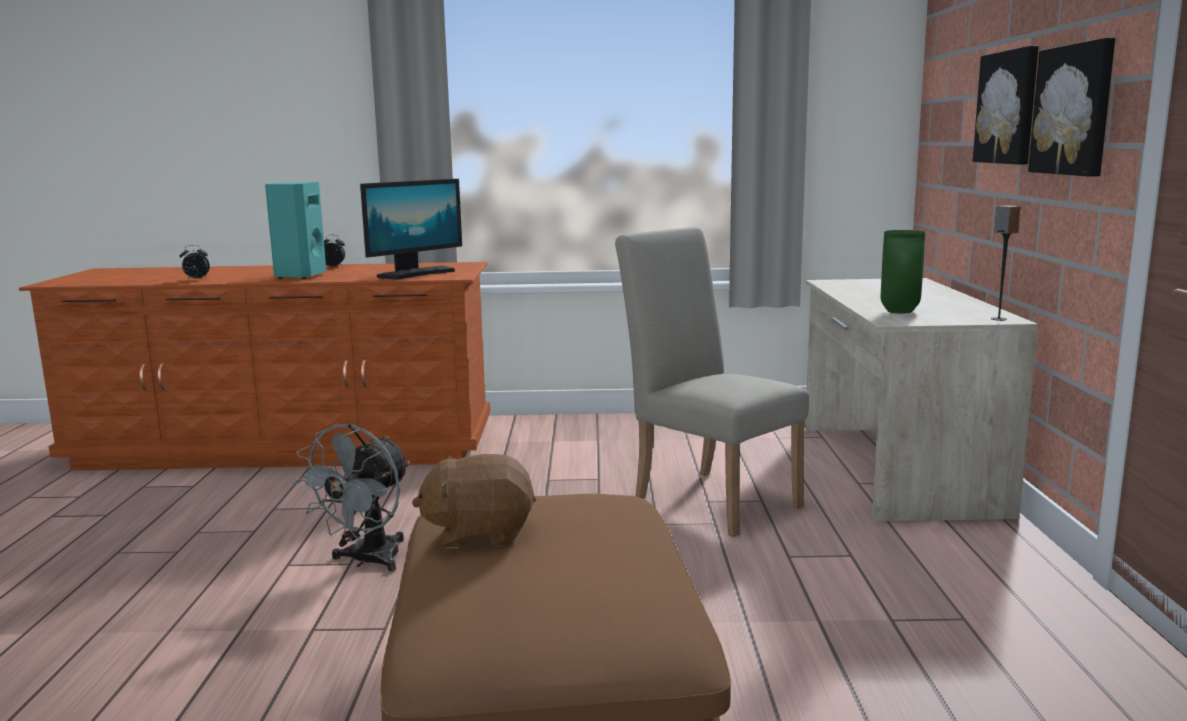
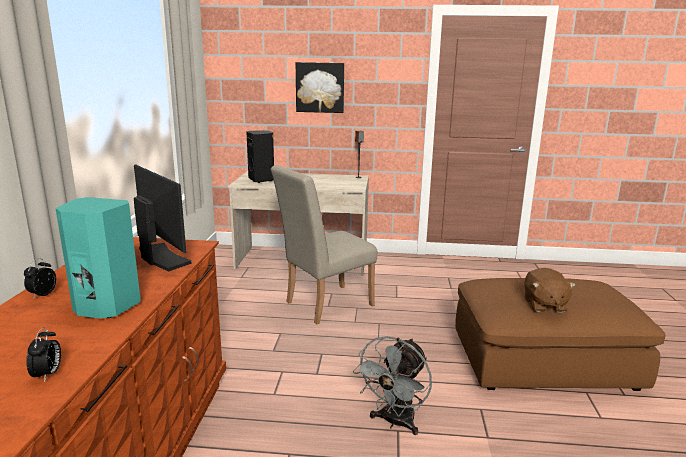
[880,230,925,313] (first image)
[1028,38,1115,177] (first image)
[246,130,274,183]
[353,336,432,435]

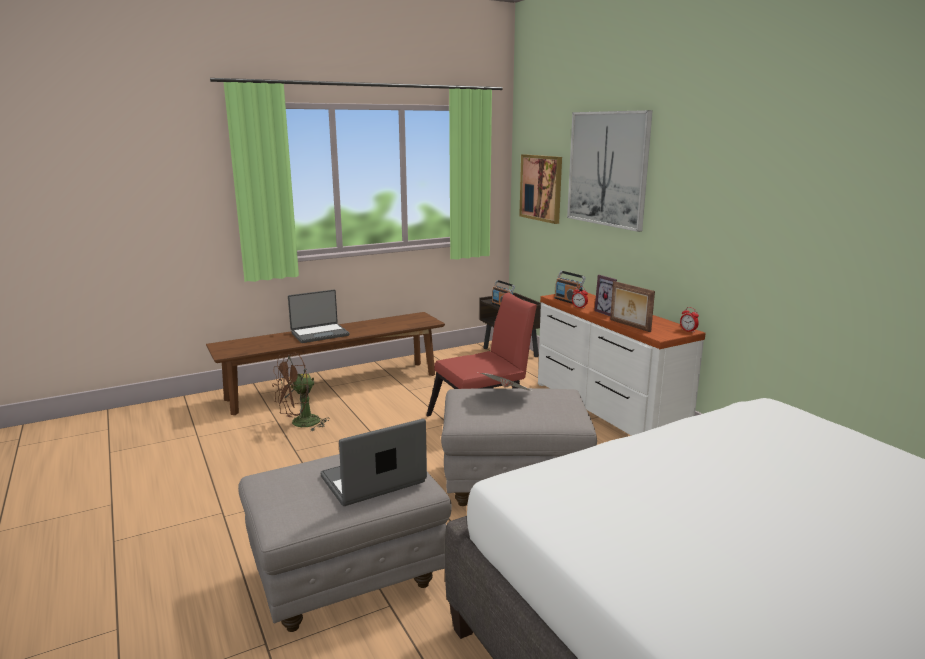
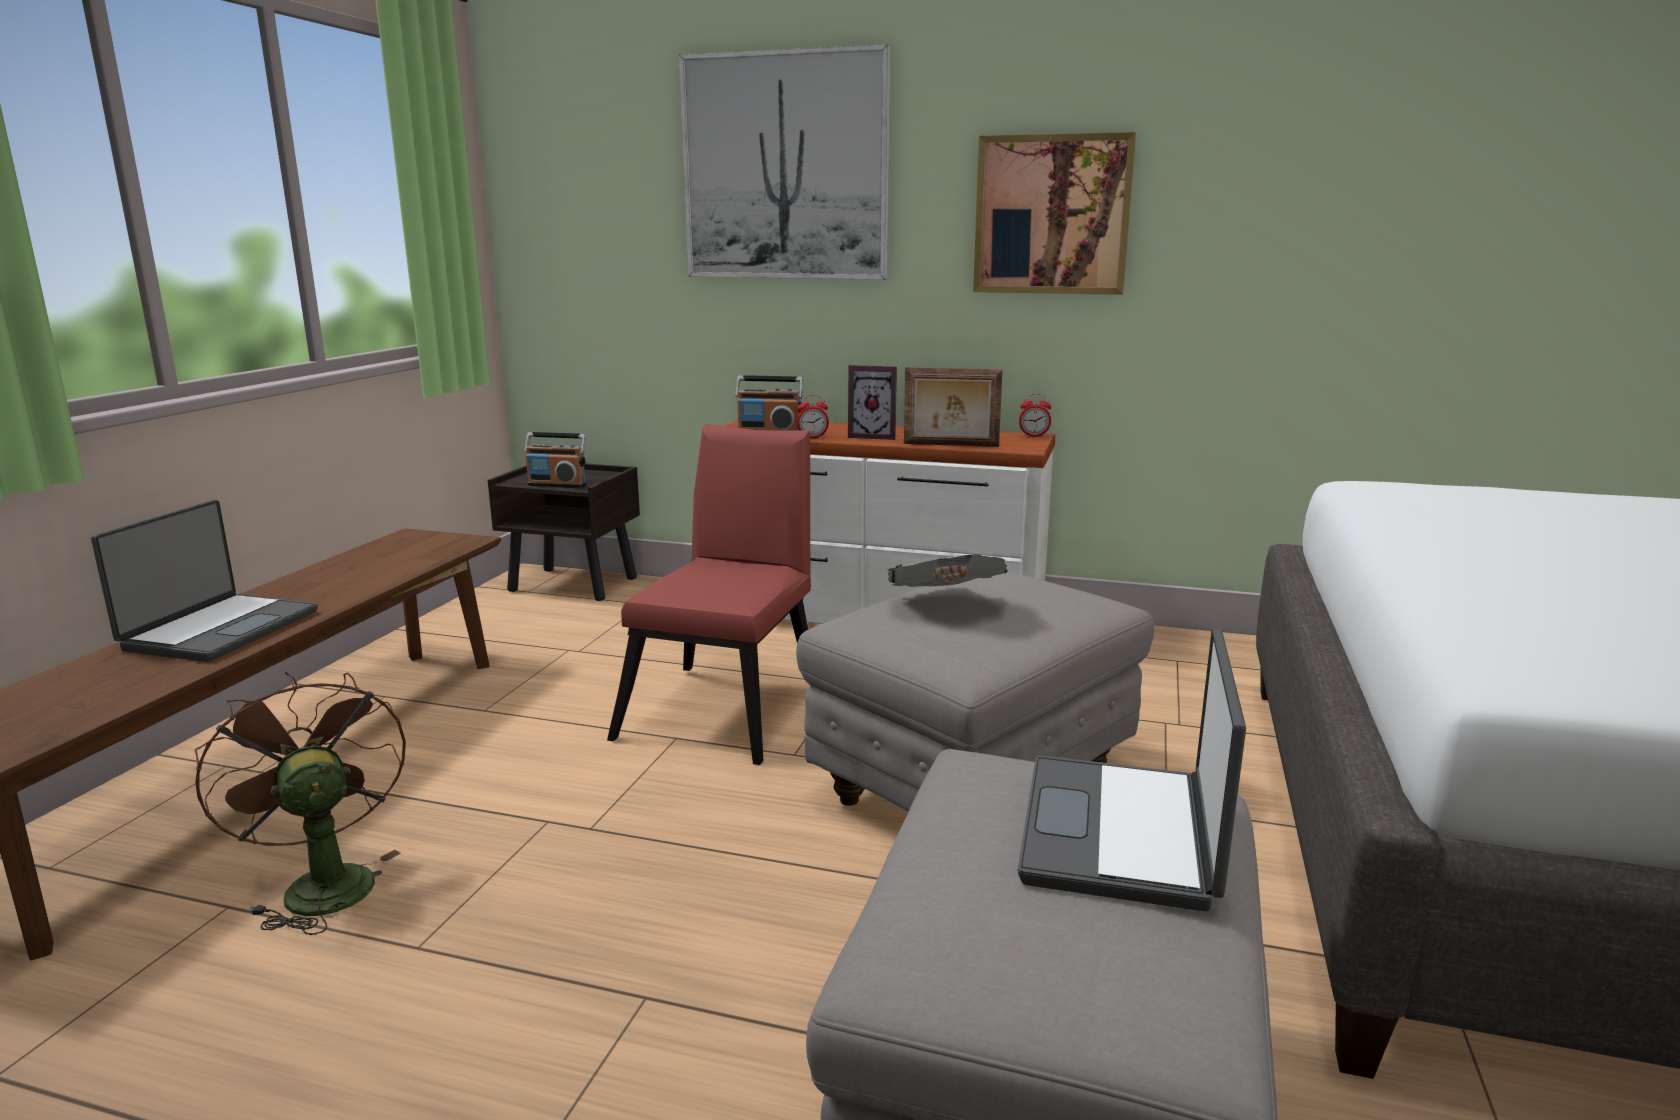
[973,132,1136,295]
[195,671,406,935]

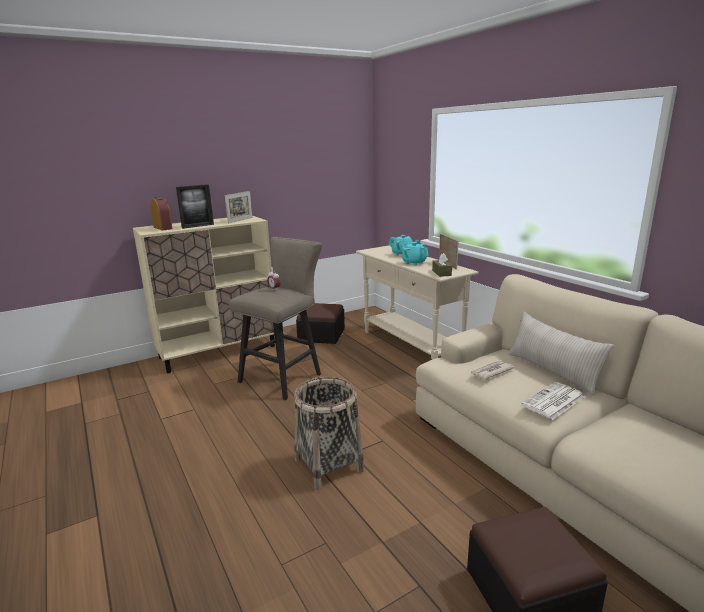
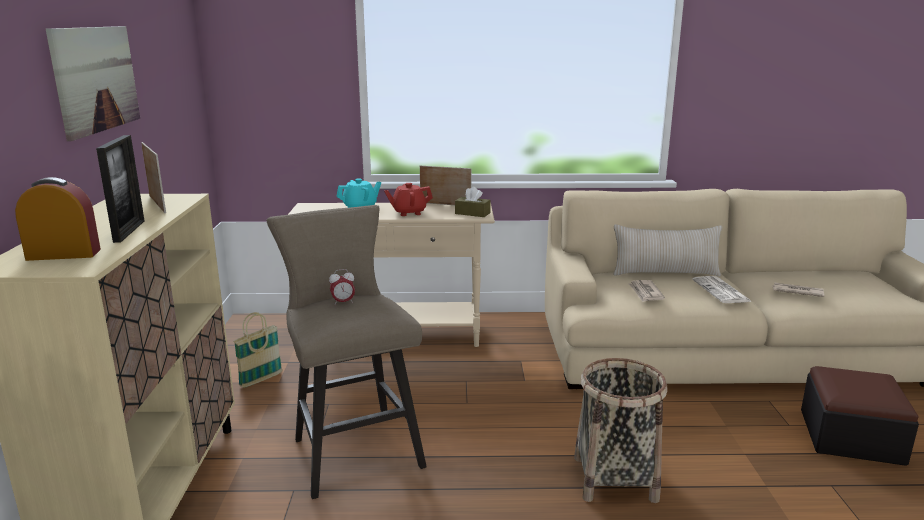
[46,26,140,141]
[772,283,825,297]
[233,312,282,388]
[384,183,433,216]

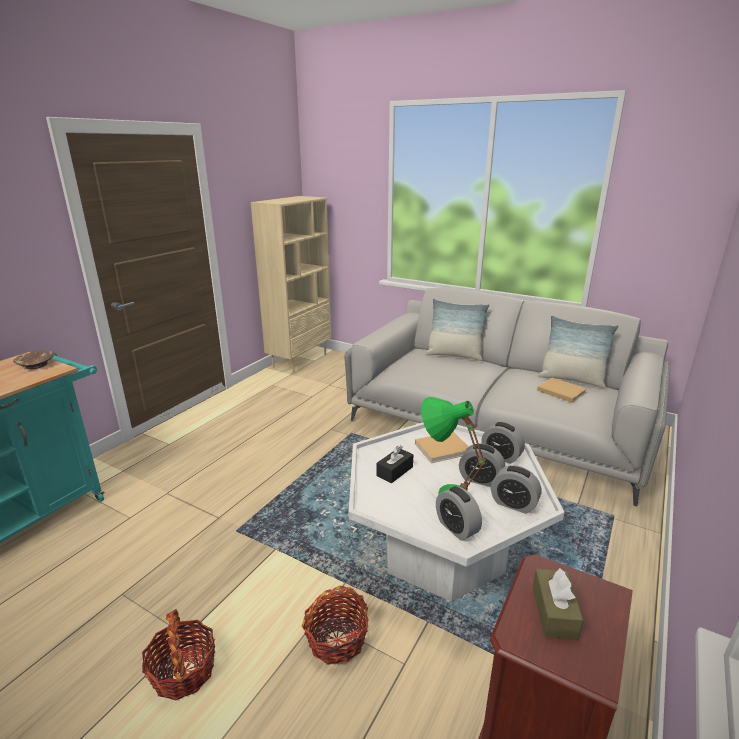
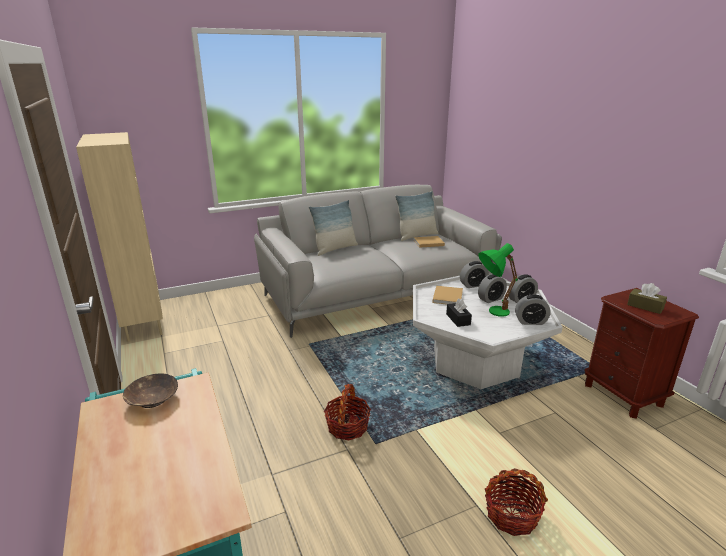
[324,384,371,440]

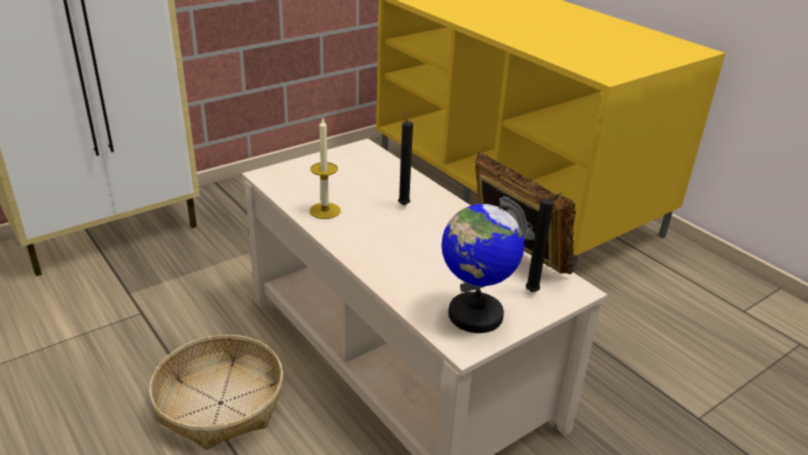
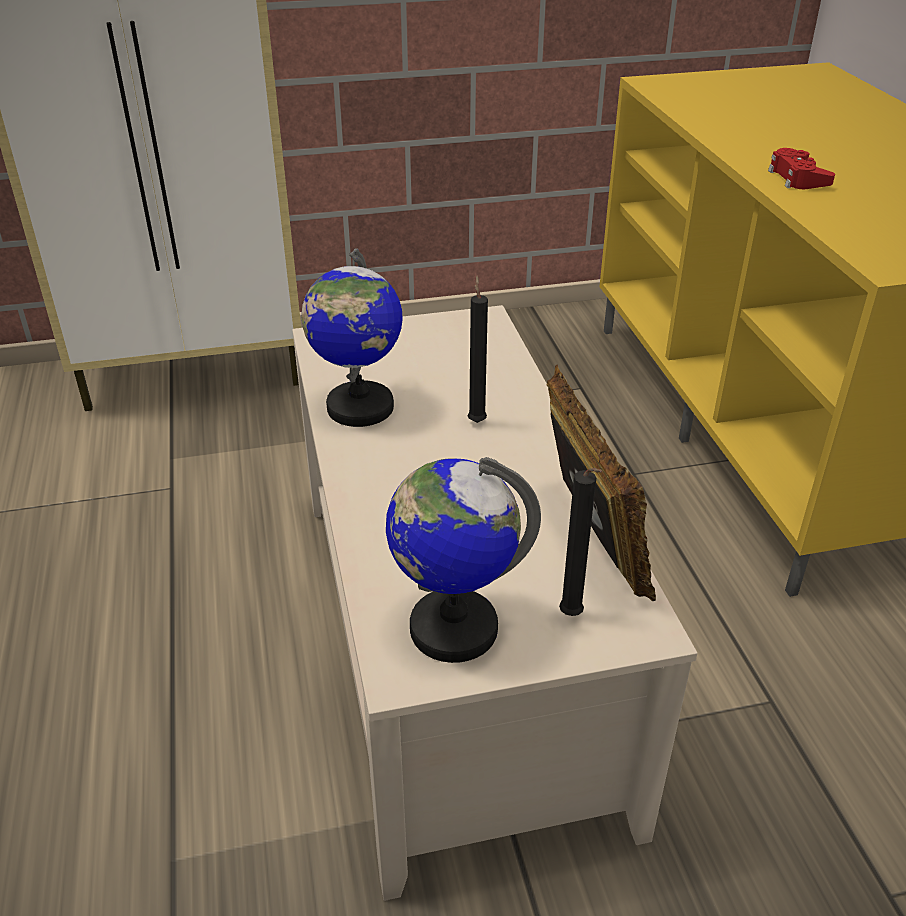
[149,335,283,450] (first image)
[768,148,835,189]
[301,249,403,427]

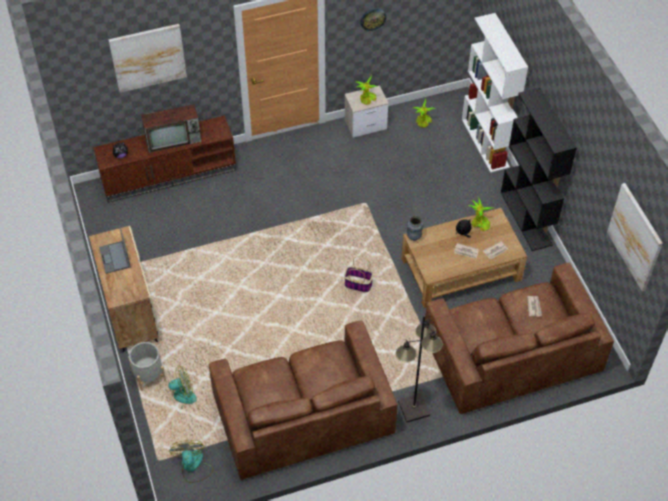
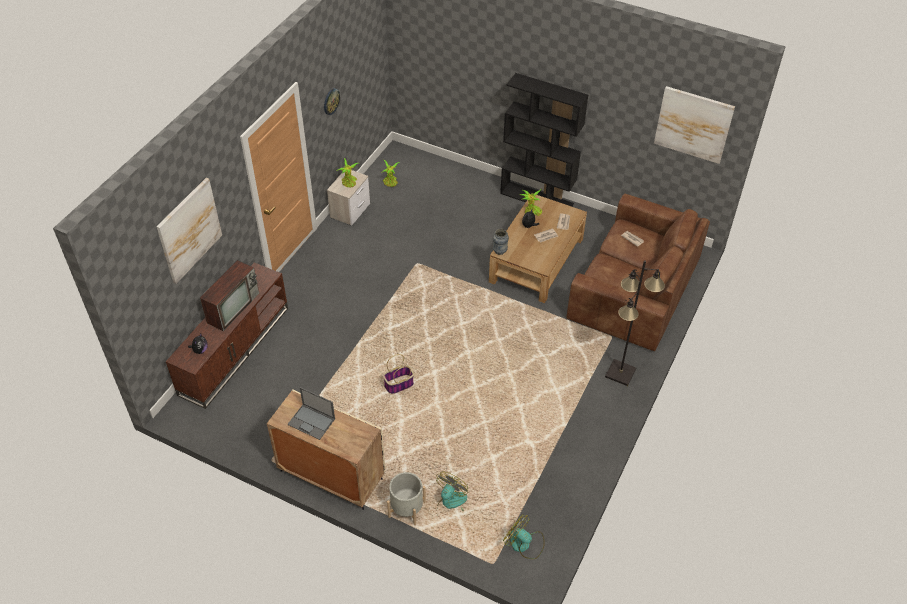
[209,320,398,480] (first image)
[462,13,528,173] (first image)
[383,354,414,394]

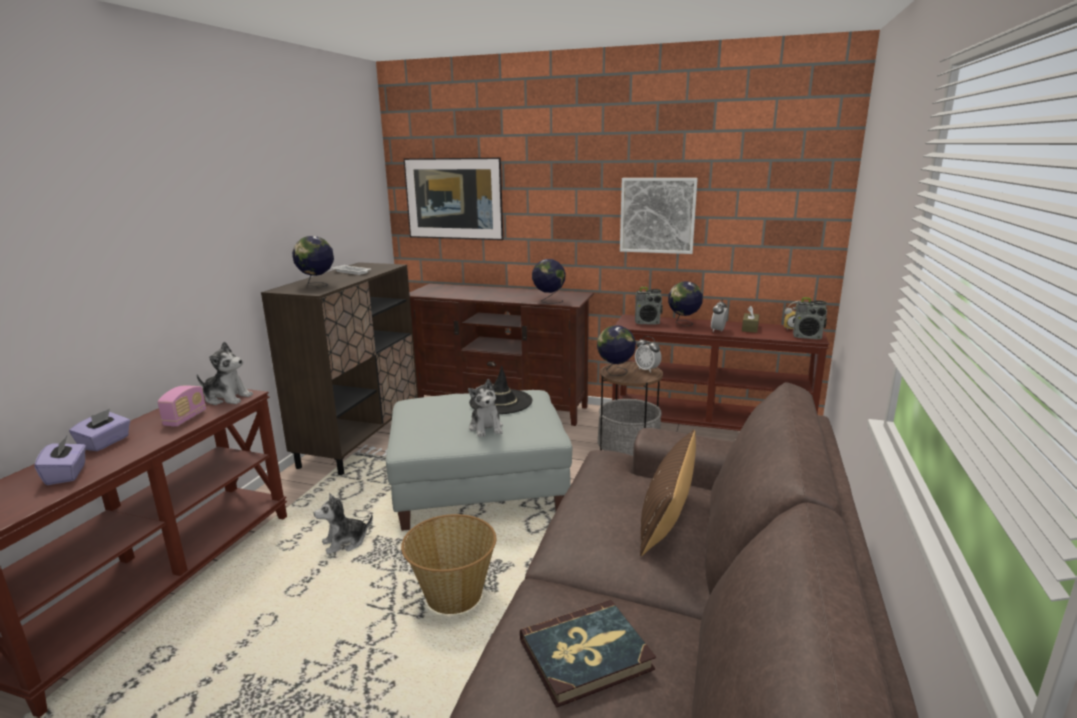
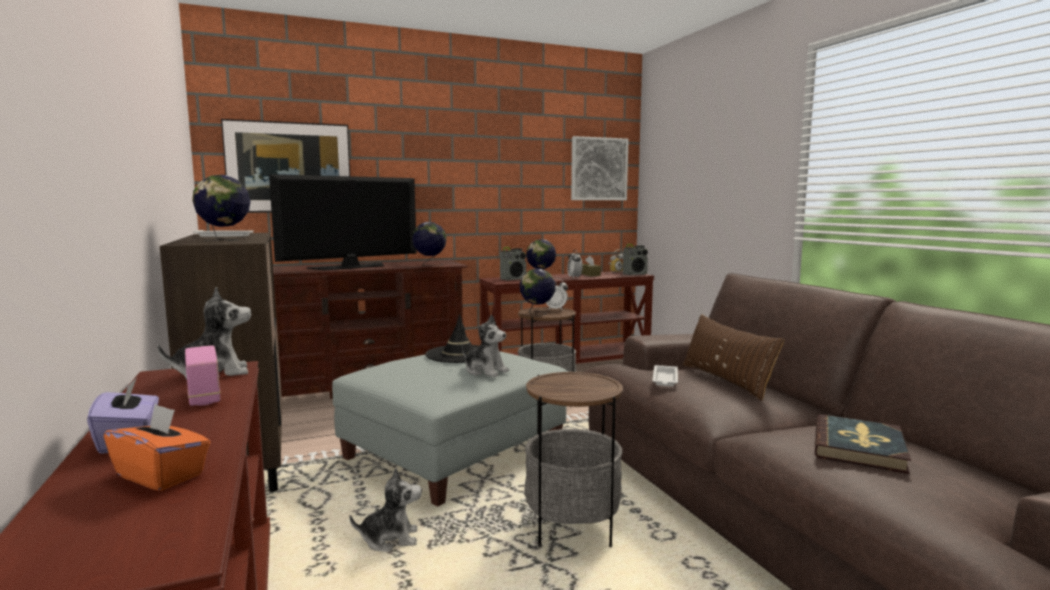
[269,174,417,270]
[653,365,678,386]
[571,136,629,200]
[525,372,623,547]
[104,403,211,491]
[350,468,422,552]

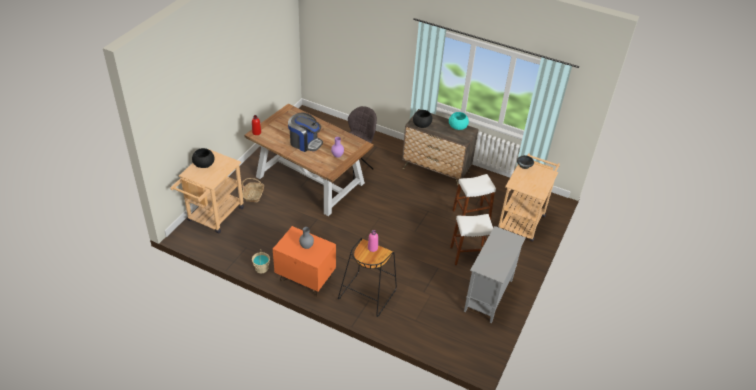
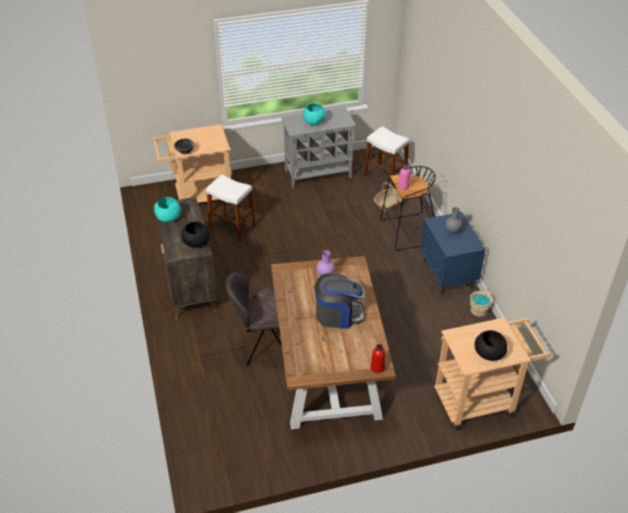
[303,104,326,125]
[374,182,404,212]
[363,126,410,188]
[420,212,486,294]
[315,273,365,329]

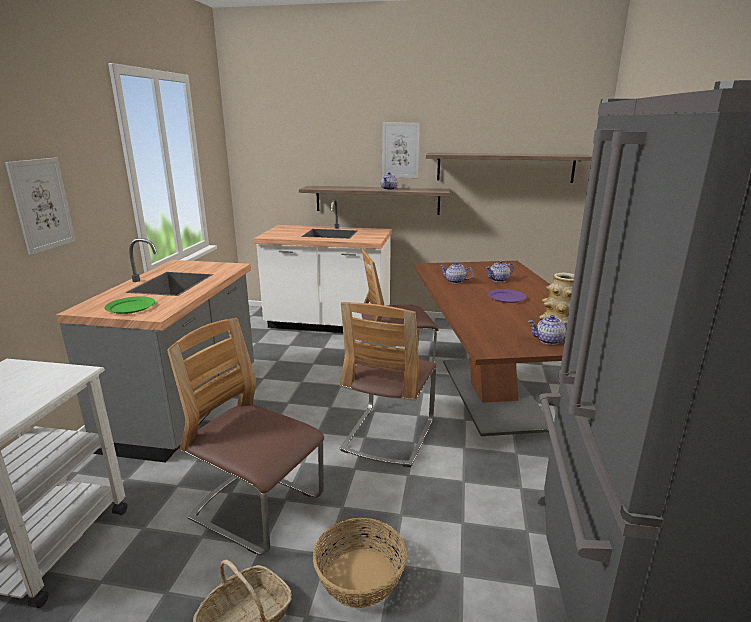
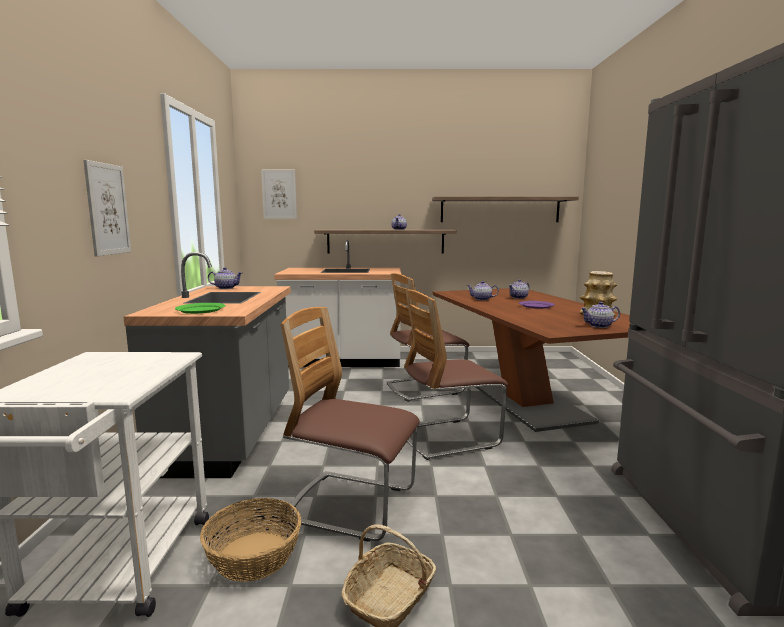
[208,267,243,289]
[200,498,301,582]
[261,170,297,219]
[404,290,508,460]

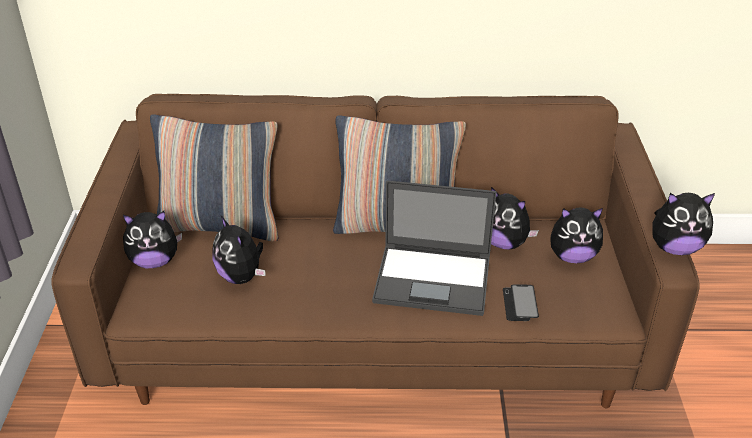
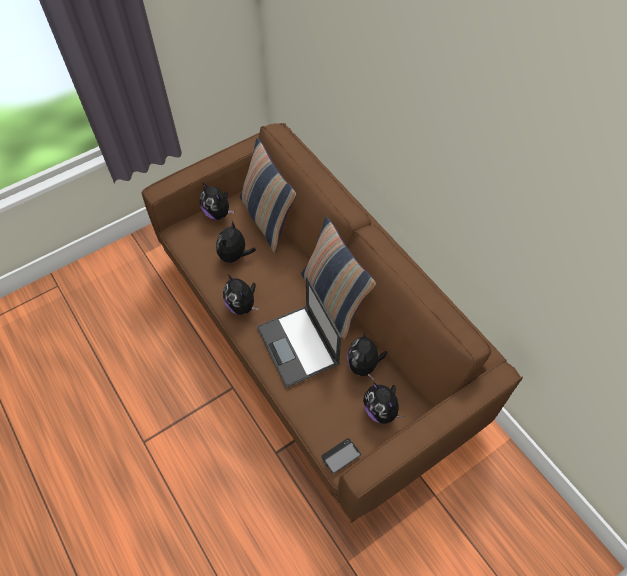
[321,438,361,474]
[223,275,259,315]

